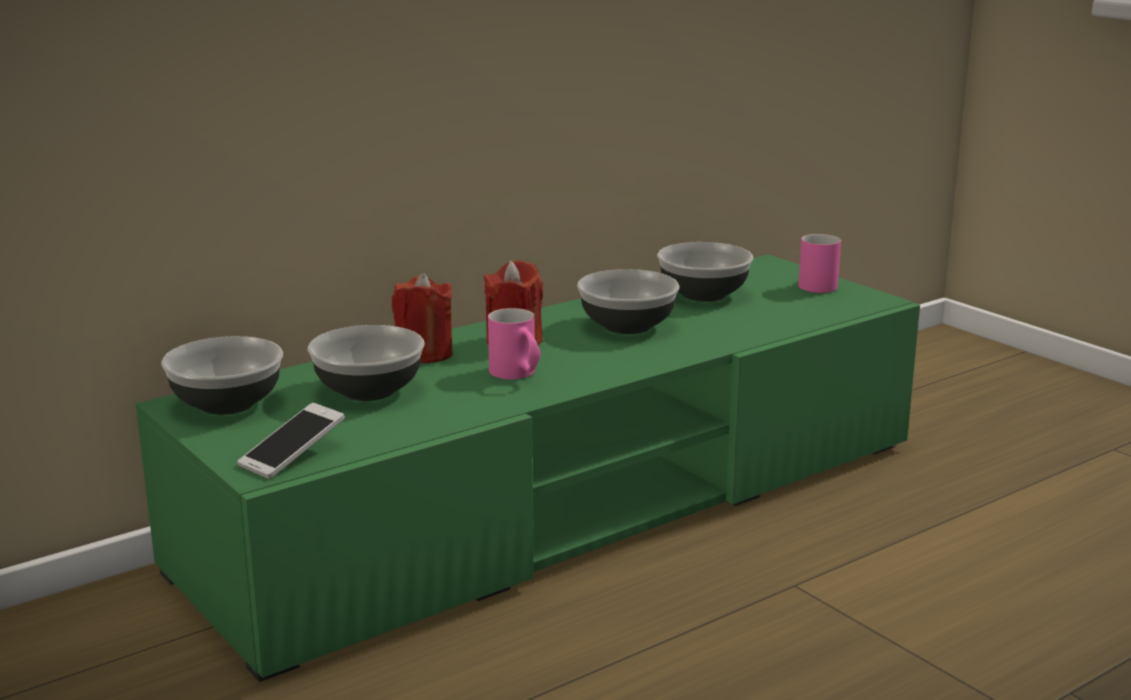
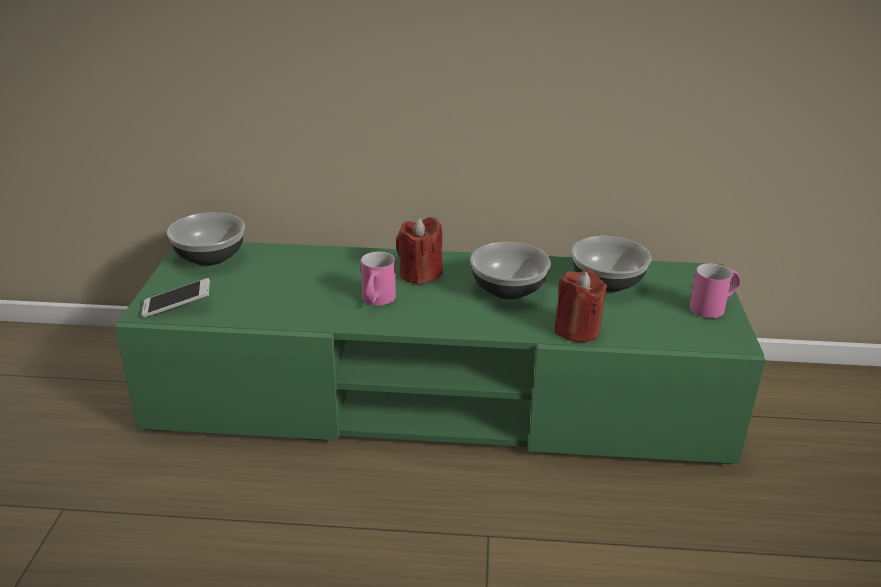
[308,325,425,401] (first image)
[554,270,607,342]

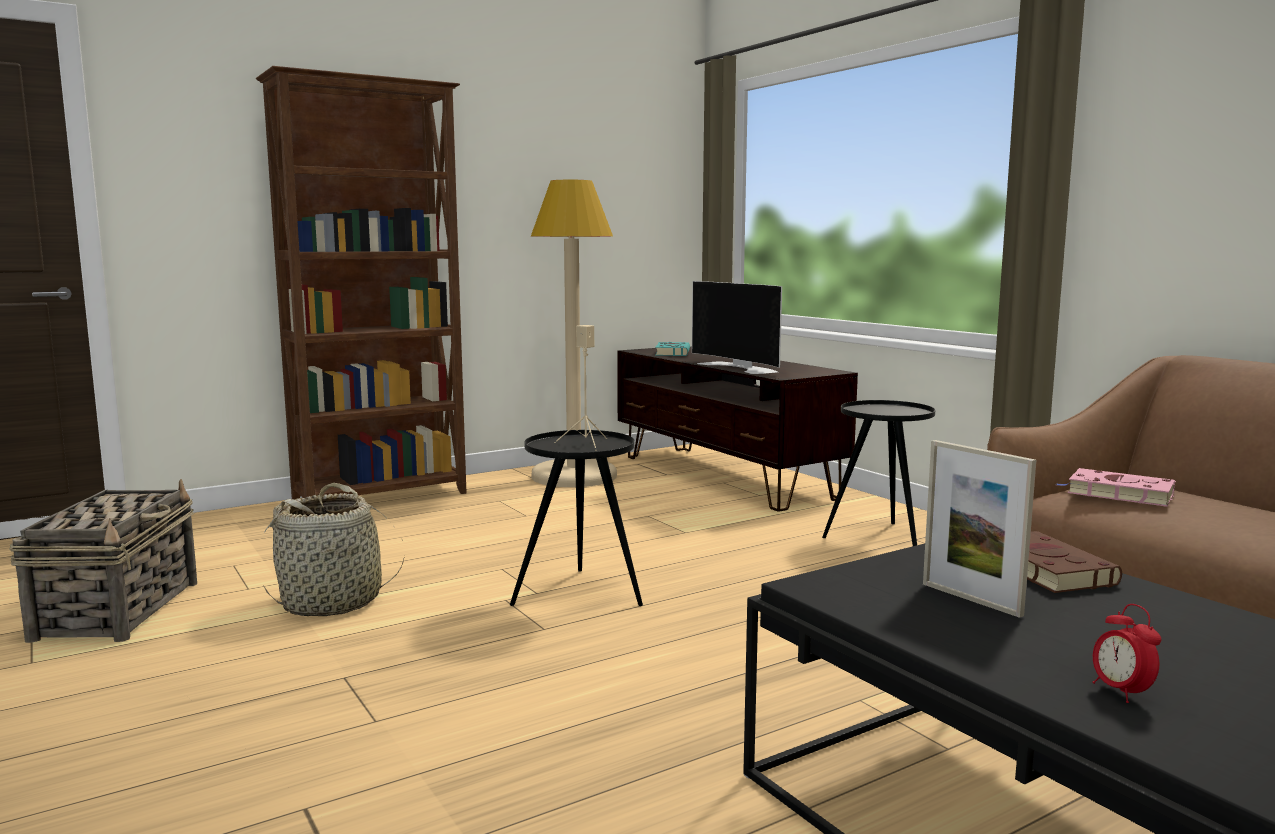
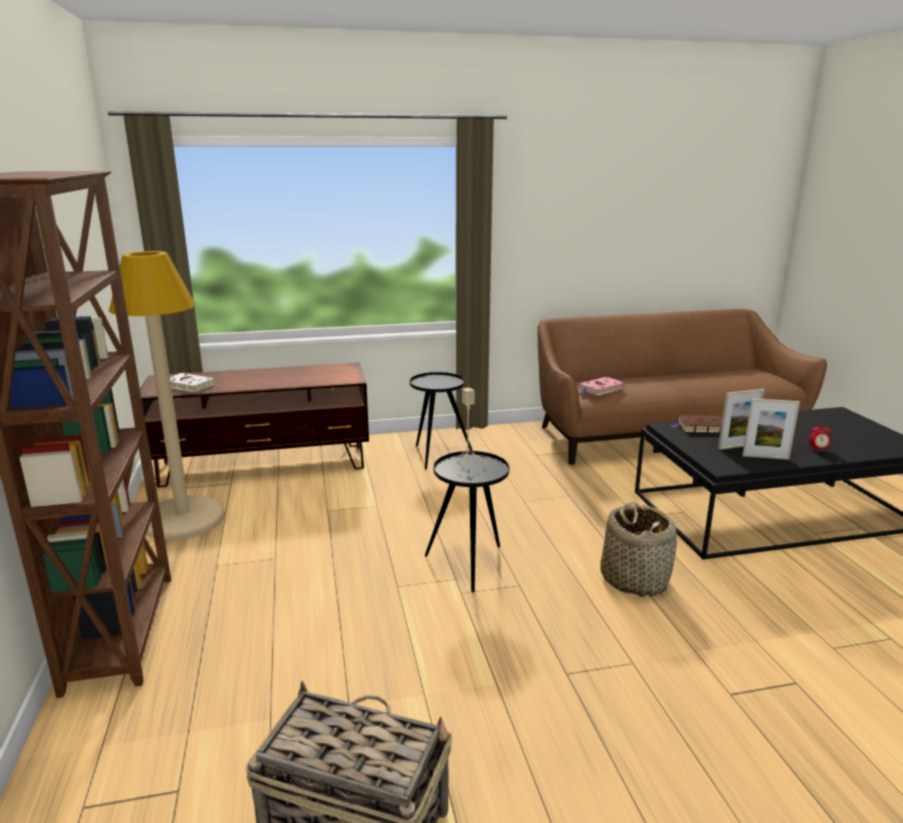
[692,281,782,374] (first image)
[742,398,800,460]
[600,502,677,597]
[170,373,215,392]

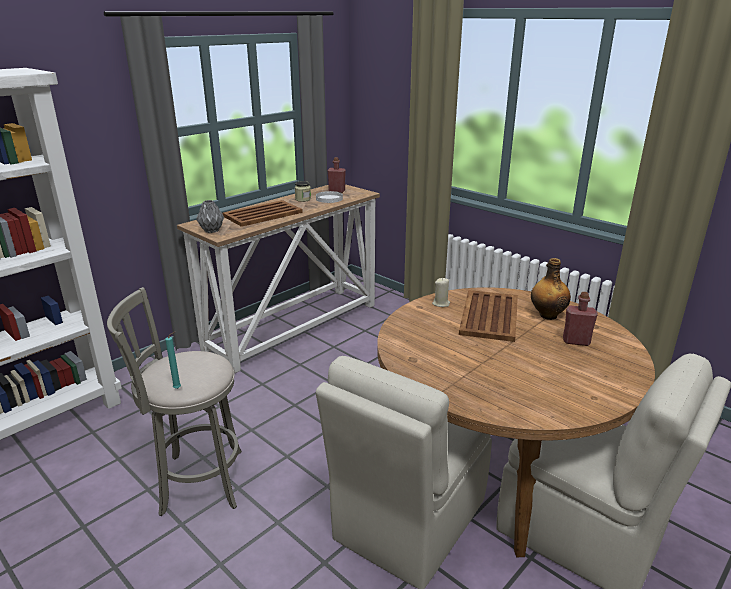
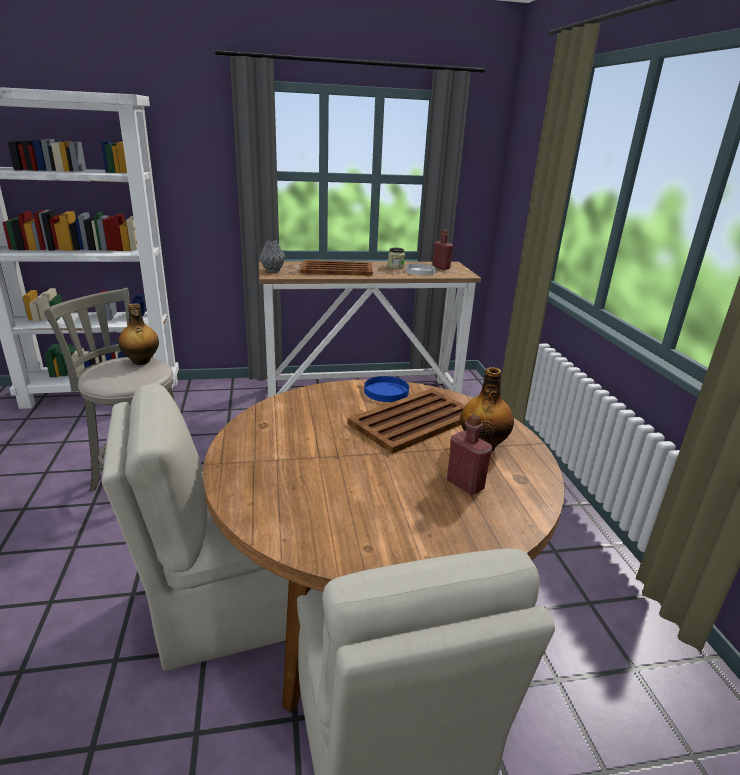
[165,332,181,389] (first image)
[118,303,159,365]
[364,376,409,402]

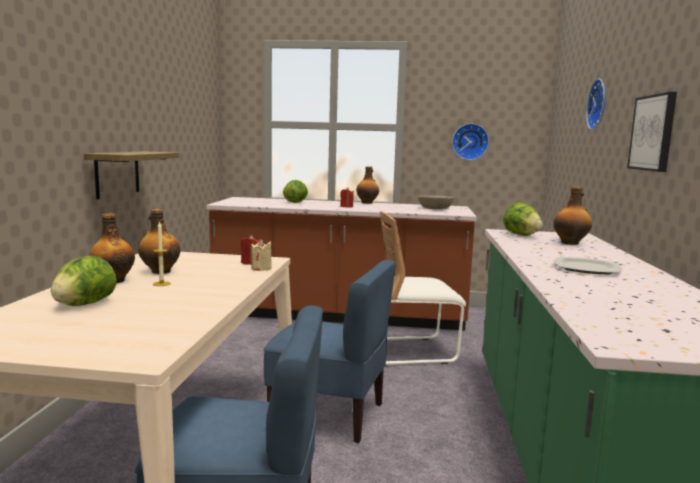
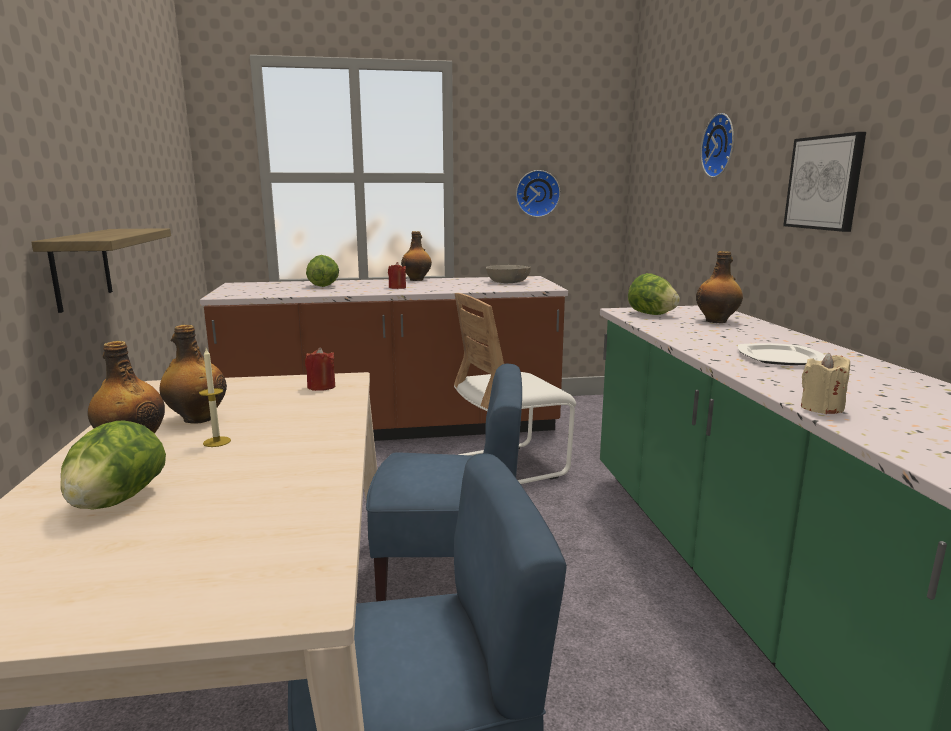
[801,353,850,414]

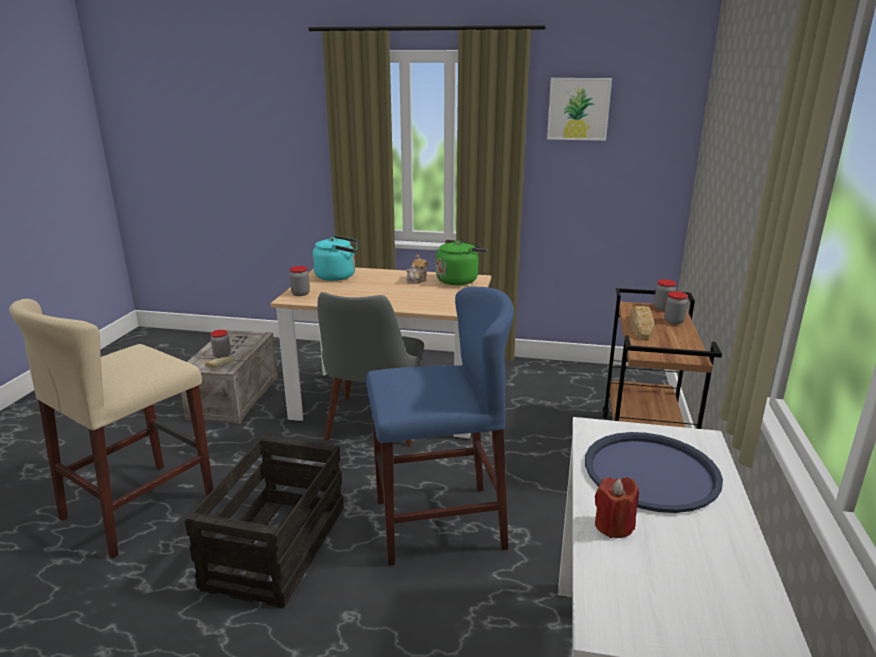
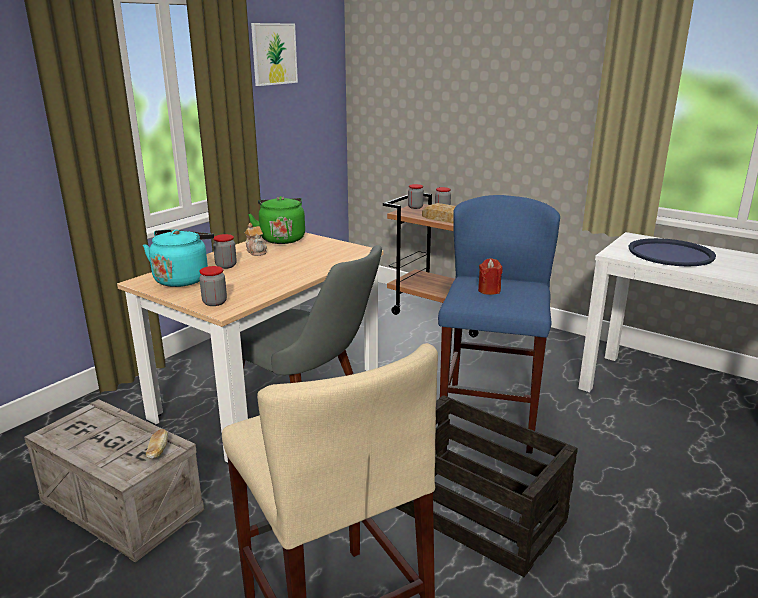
[213,234,237,269]
[478,258,503,295]

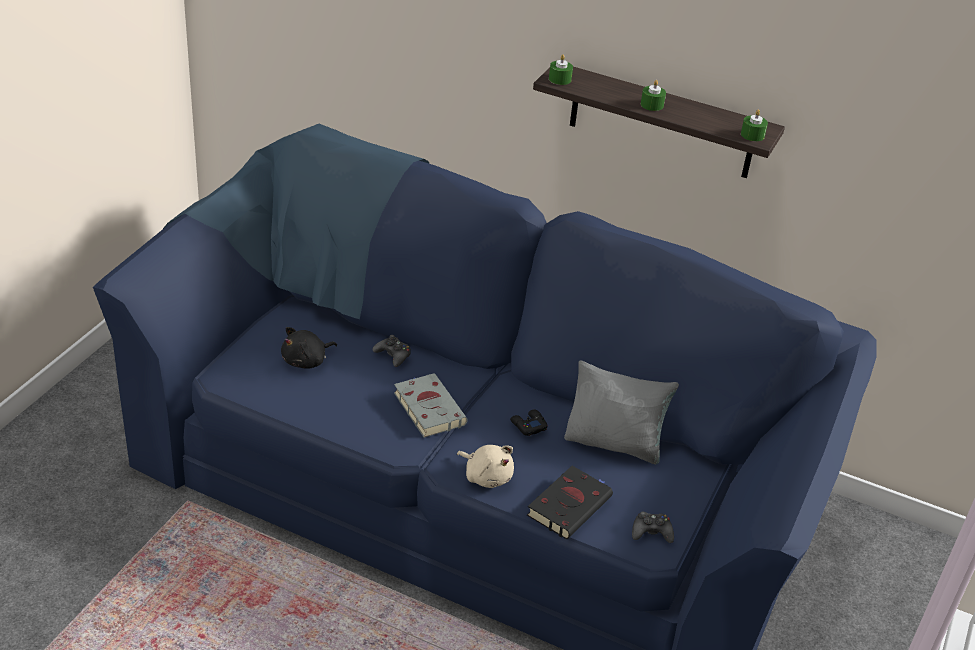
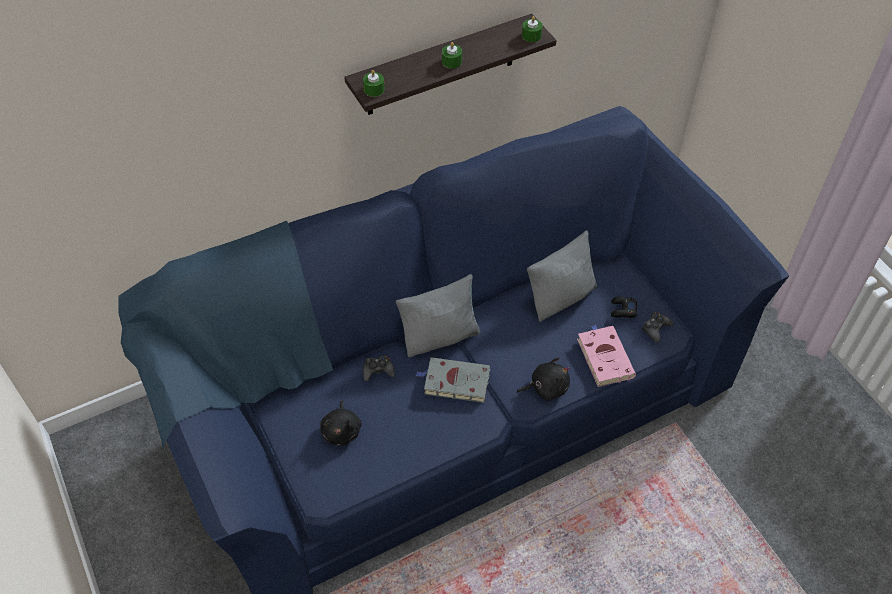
[396,274,480,357]
[611,296,637,318]
[516,357,570,401]
[577,325,636,387]

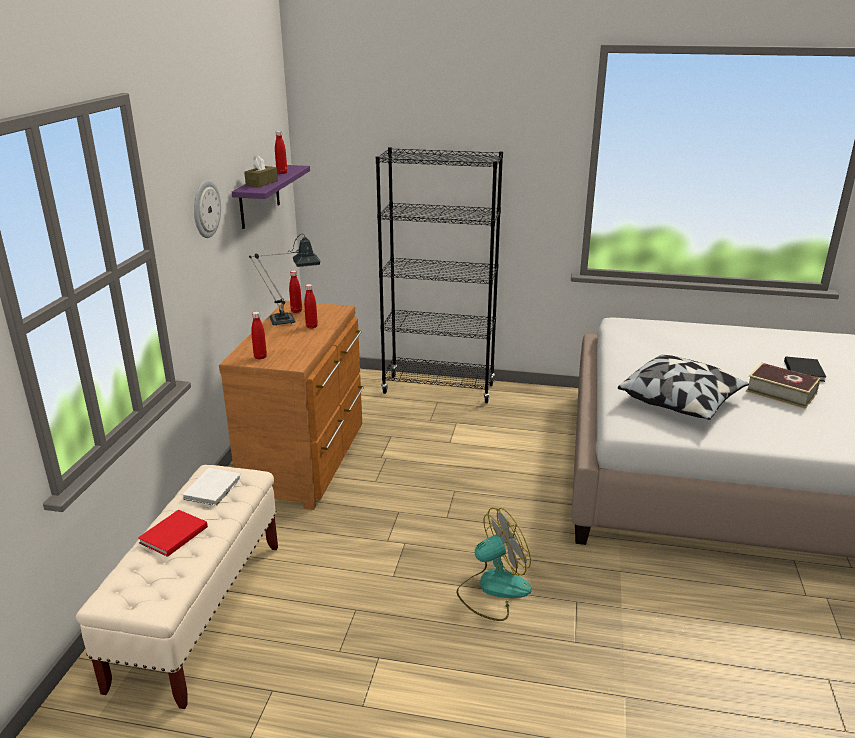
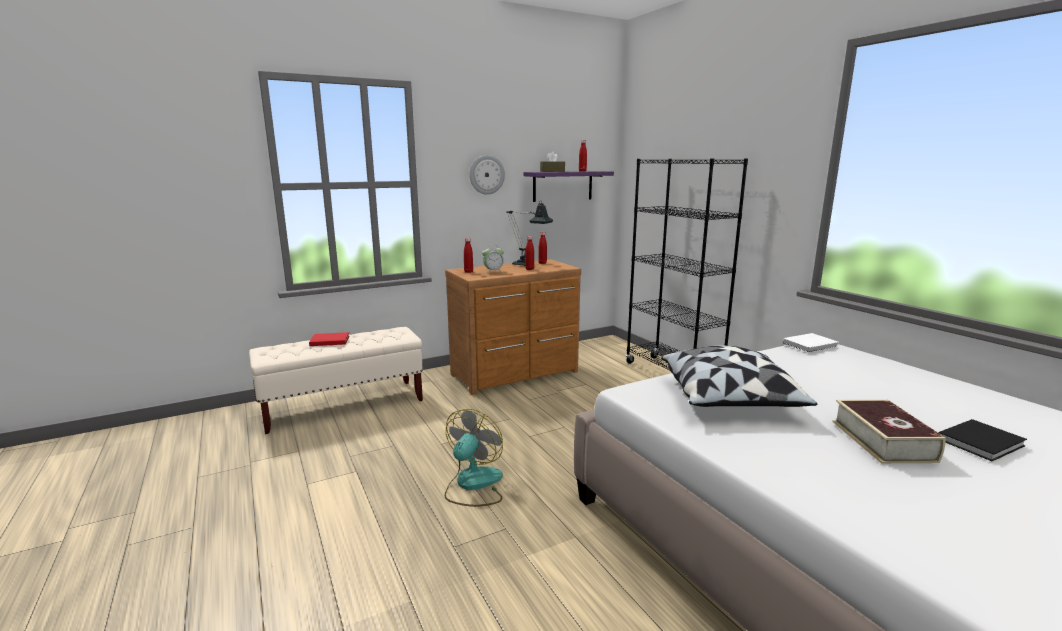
[482,245,504,274]
[783,333,839,353]
[445,409,503,507]

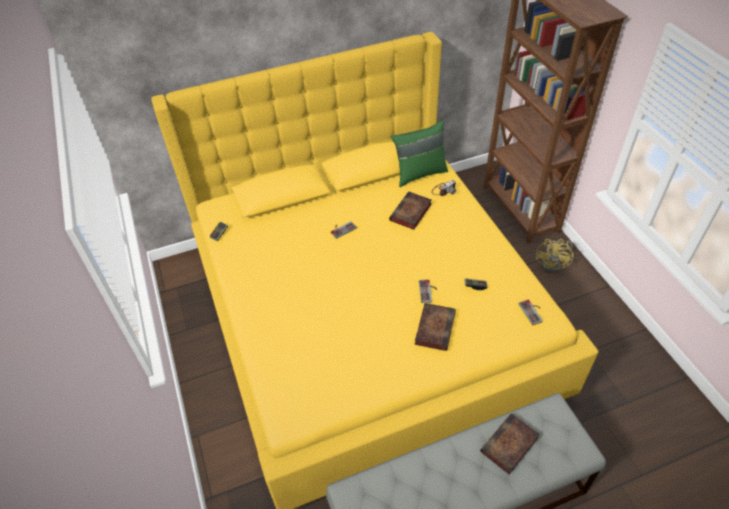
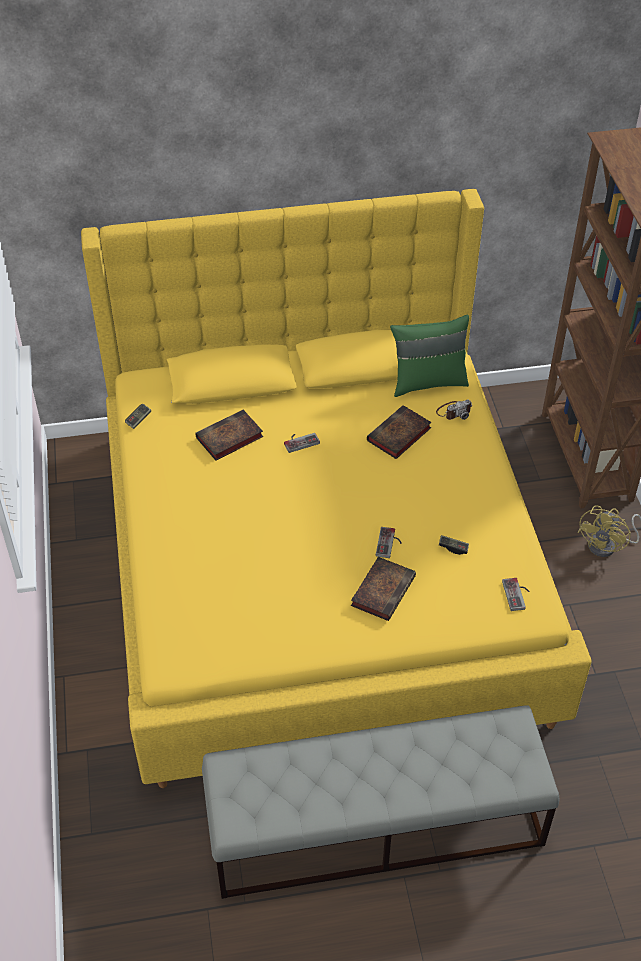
[195,410,263,461]

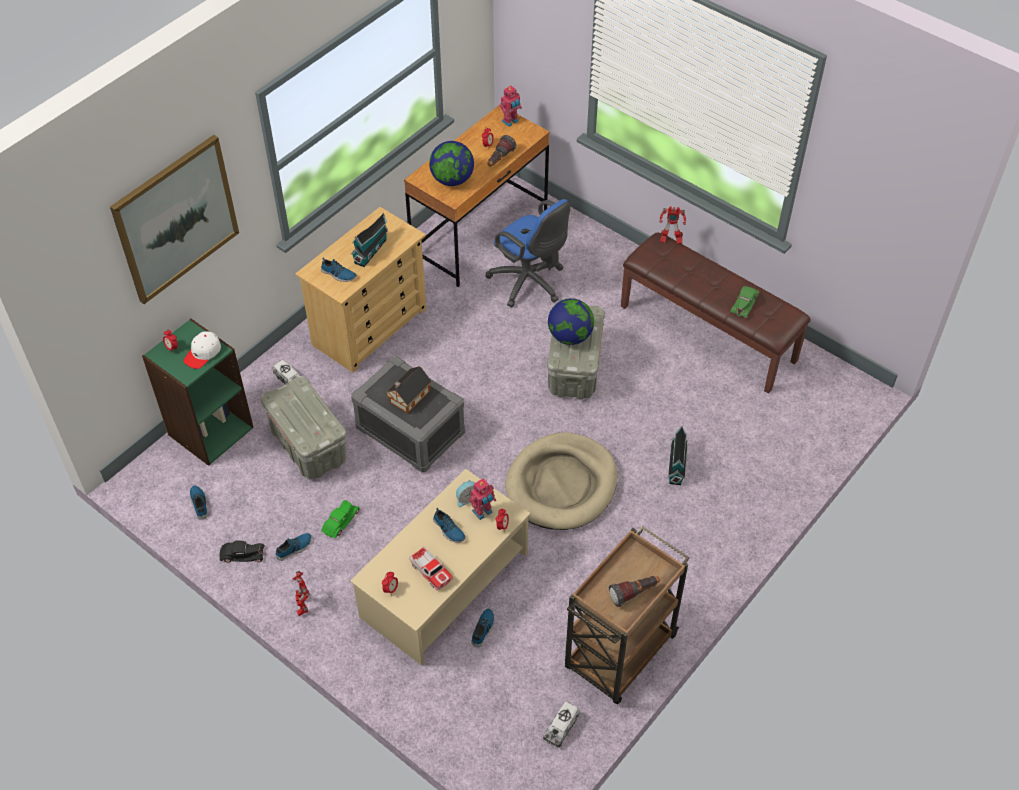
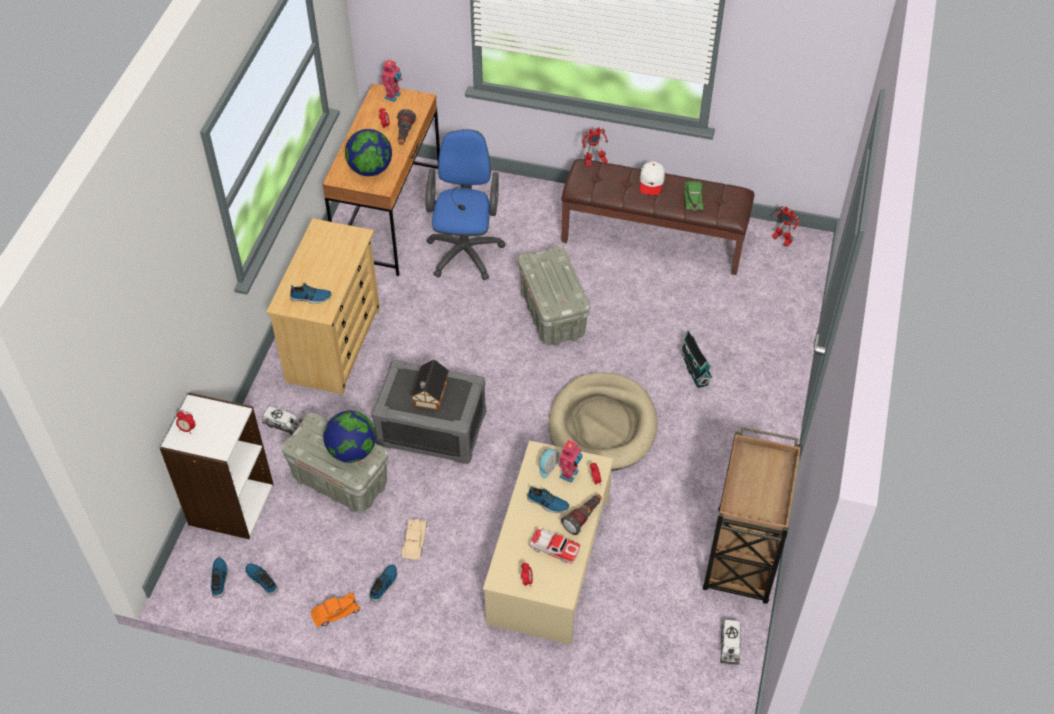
[110,135,239,304] (first image)
[351,213,389,267] (first image)
[640,161,665,195]
[772,206,799,247]
[211,557,229,598]
[323,411,376,463]
[561,494,602,535]
[160,393,274,539]
[310,593,361,627]
[401,519,427,560]
[426,129,506,280]

